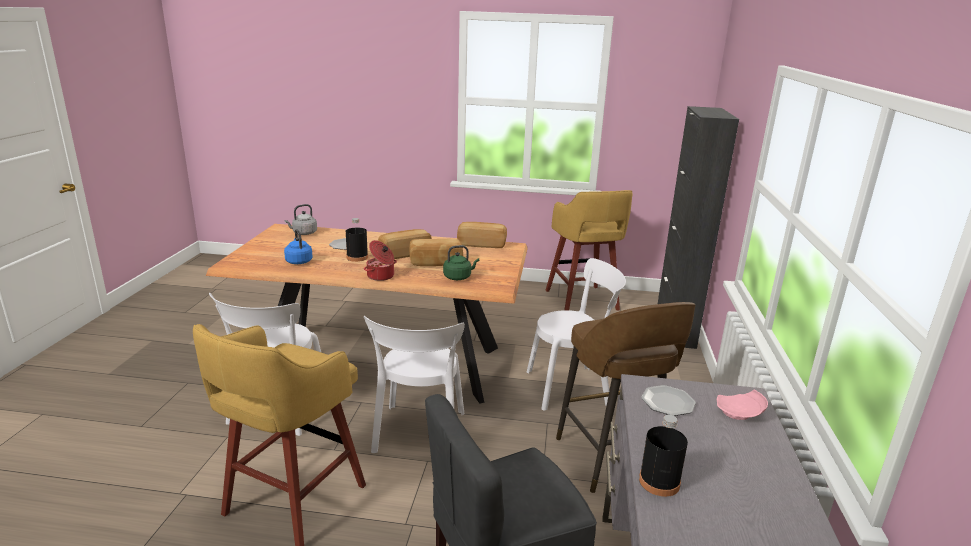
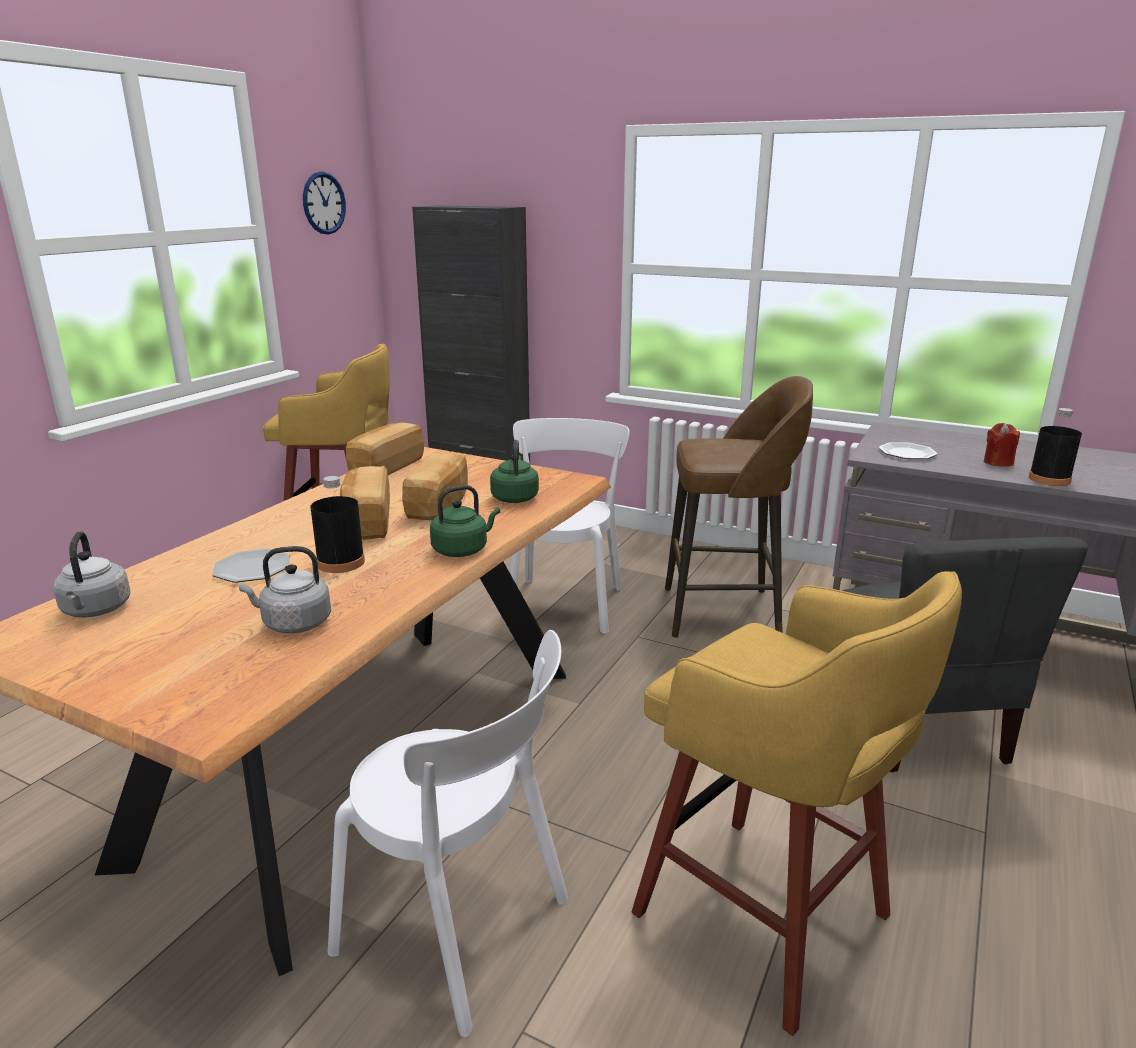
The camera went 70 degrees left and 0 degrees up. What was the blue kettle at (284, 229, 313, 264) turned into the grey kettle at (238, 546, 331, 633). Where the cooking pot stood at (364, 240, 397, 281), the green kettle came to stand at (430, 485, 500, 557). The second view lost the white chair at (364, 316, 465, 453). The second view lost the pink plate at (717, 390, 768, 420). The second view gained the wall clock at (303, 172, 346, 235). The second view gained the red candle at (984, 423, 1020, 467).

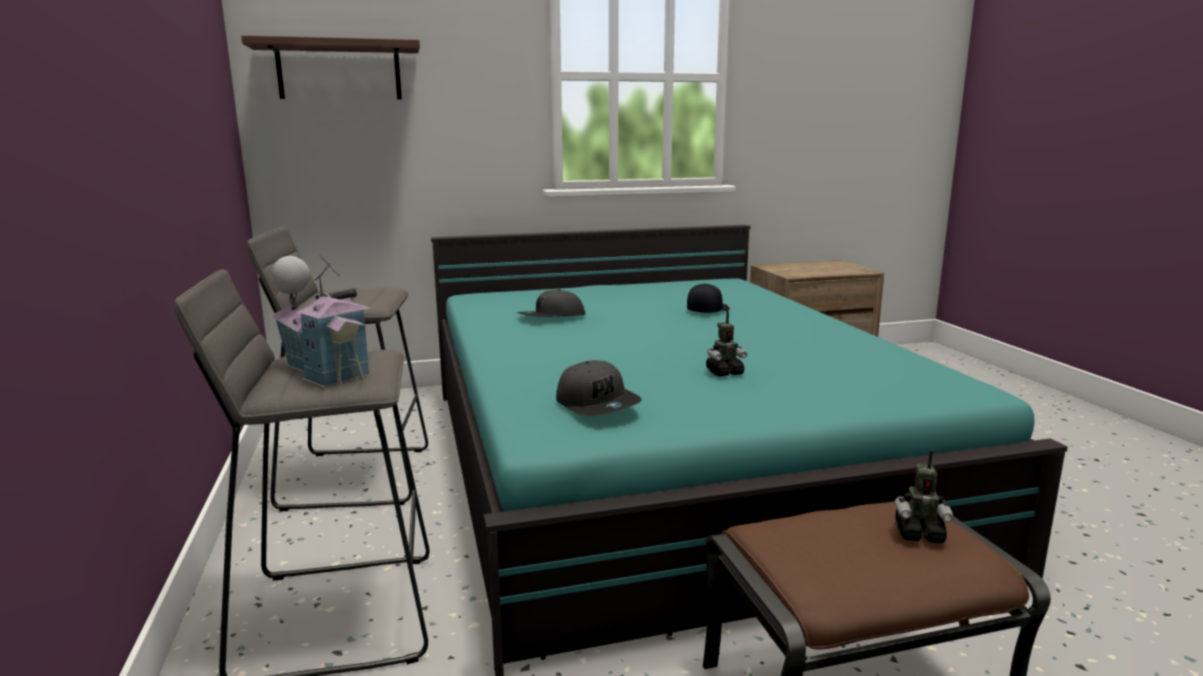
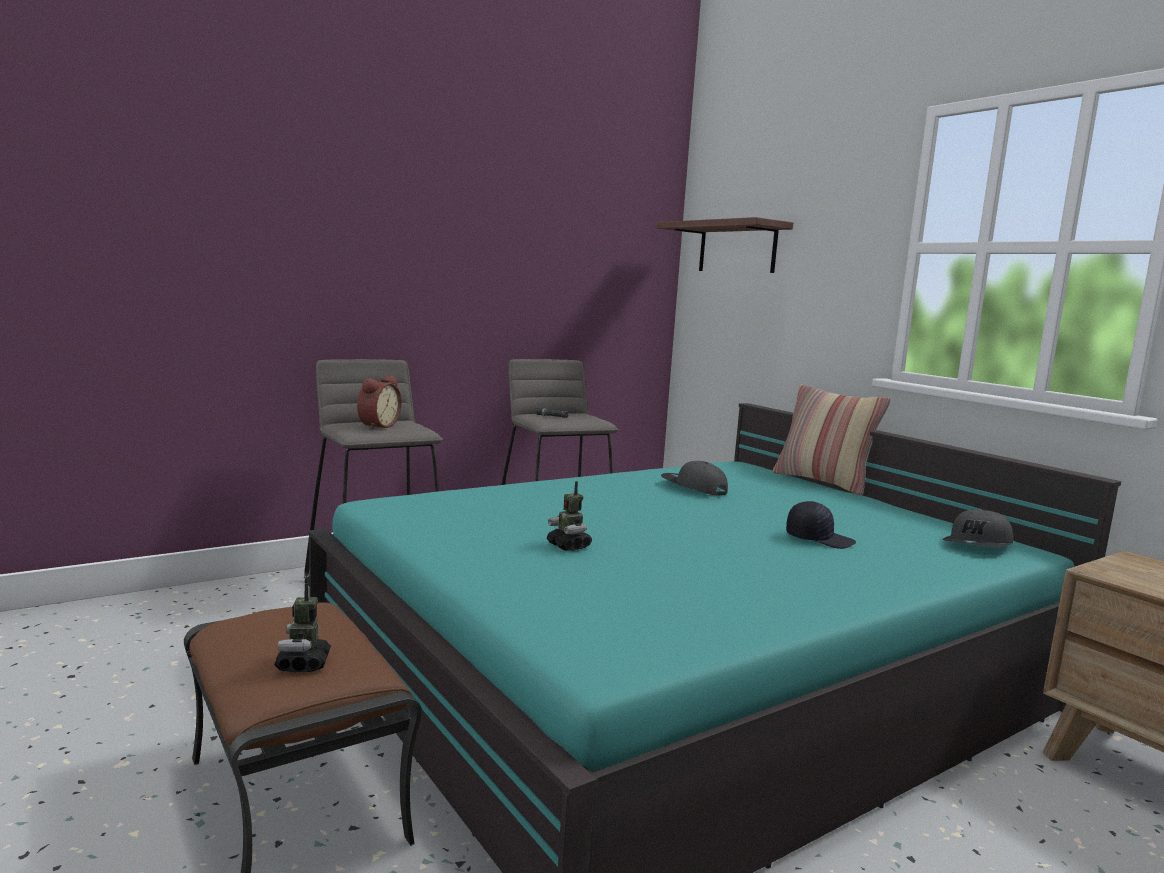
The camera went 70 degrees right and 5 degrees down. Where the toy house stood at (270, 255, 370, 387), the alarm clock came to stand at (357, 376, 402, 430). The grey cap ended up elsewhere, having gone from (556, 360, 642, 416) to (942, 509, 1013, 548). The second view gained the pillow at (773, 385, 891, 495).

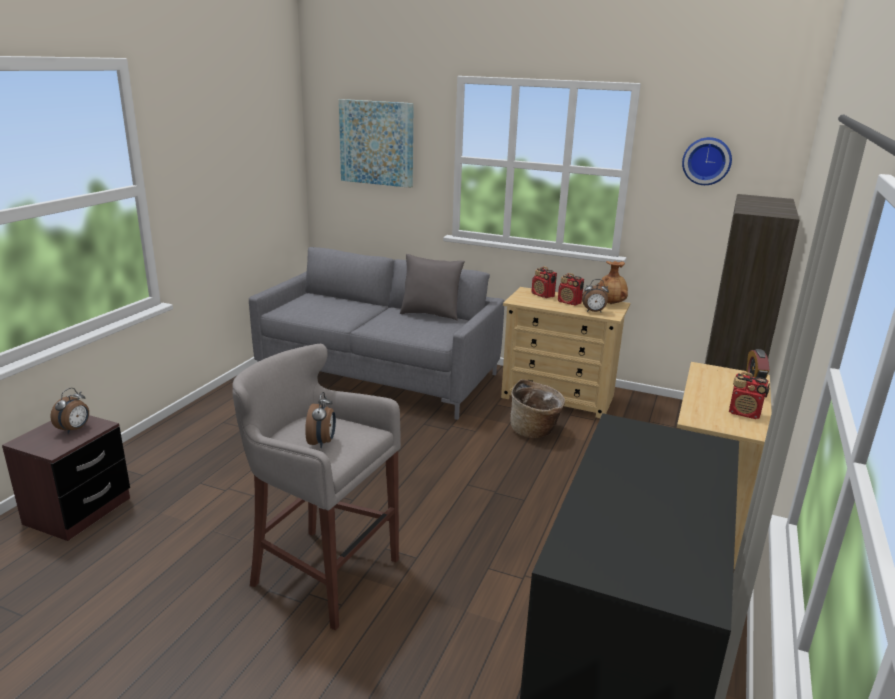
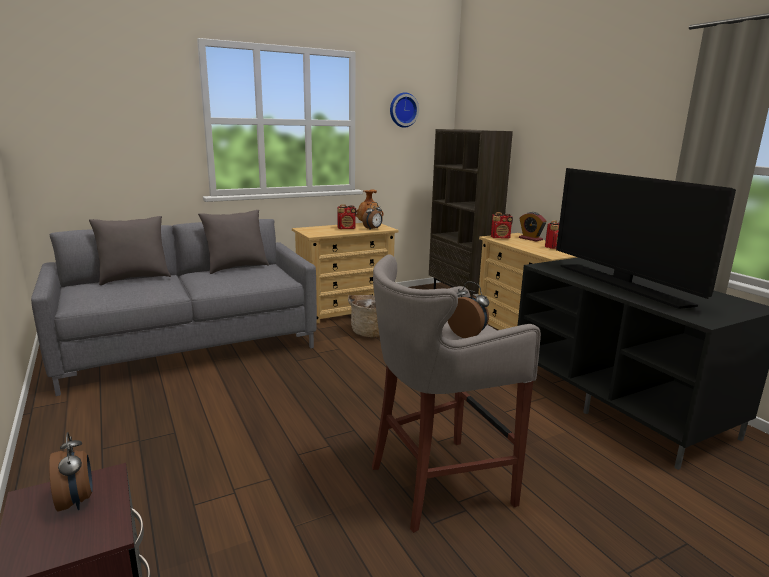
The camera went 50 degrees left and 5 degrees down. The second view lost the picture at (339, 99, 414, 188). The radio ended up elsewhere, having gone from (532, 266, 557, 298) to (491, 212, 513, 239). The second view gained the television at (556, 168, 736, 309). The second view gained the grey pillow at (89, 216, 171, 285).

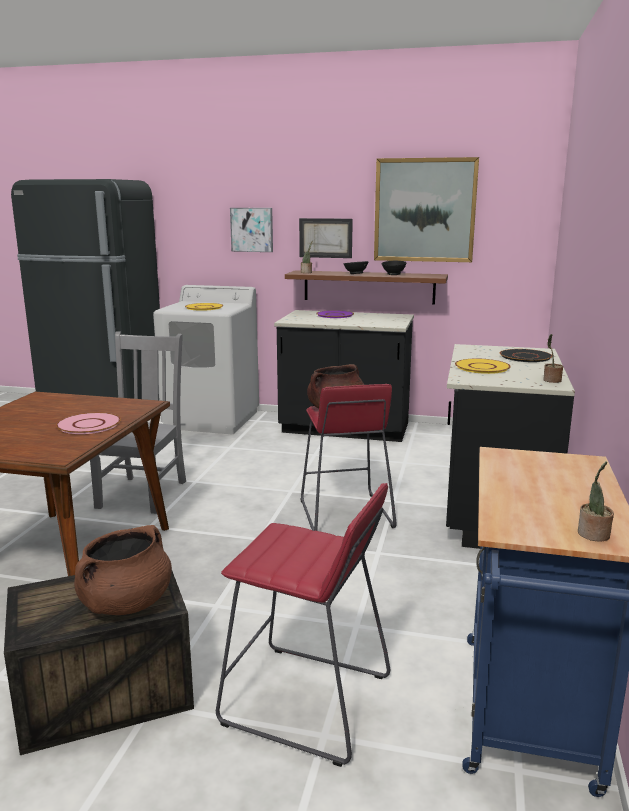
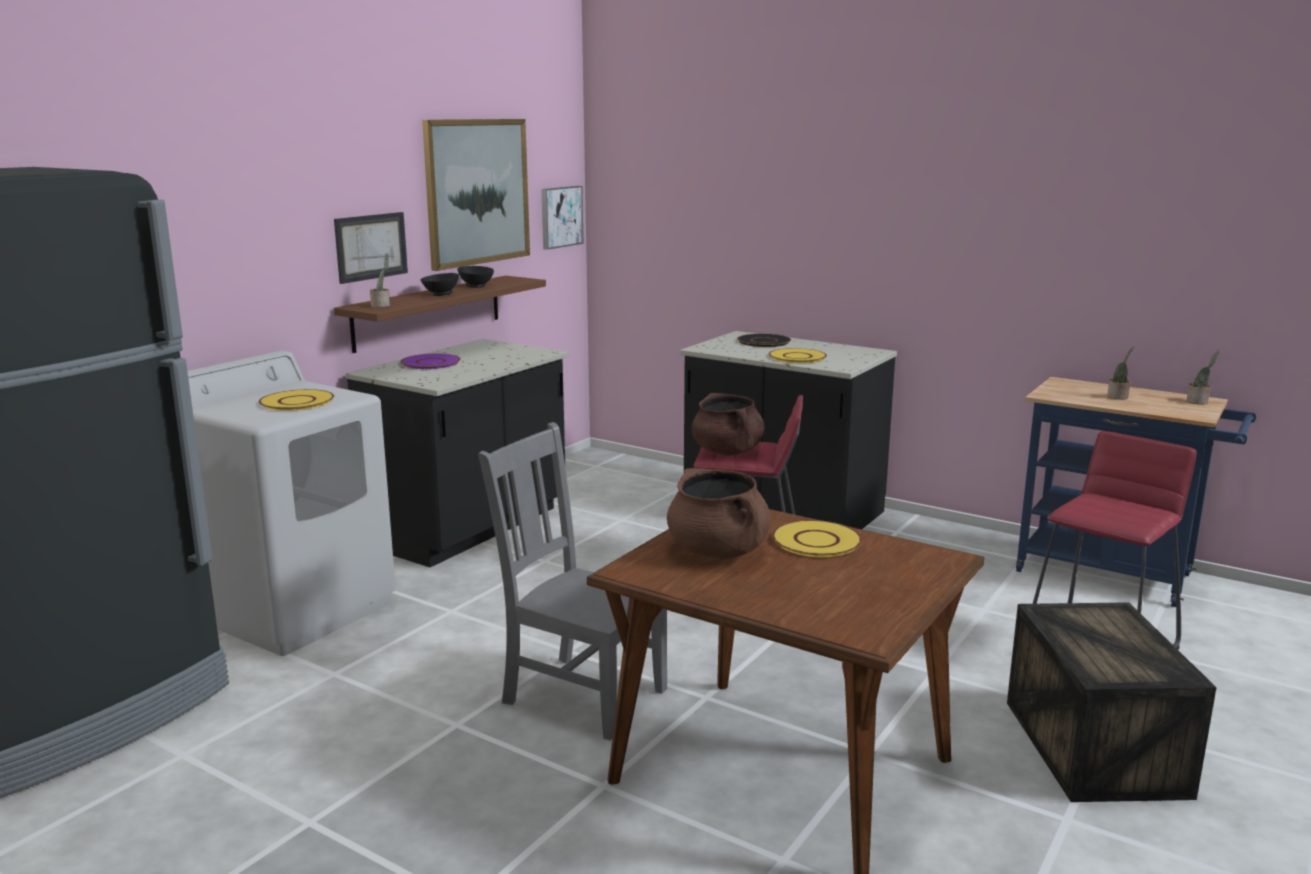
The camera went 70 degrees left and 0 degrees up. The picture ended up elsewhere, having gone from (230, 208, 273, 252) to (541, 186, 584, 250). The potted plant ended up elsewhere, having gone from (543, 334, 563, 383) to (1107, 347, 1134, 400). What was the pink plate at (56, 412, 121, 434) turned into the yellow plate at (772, 520, 862, 557). The brown cooking pot ended up elsewhere, having gone from (74, 525, 172, 615) to (667, 468, 771, 559).

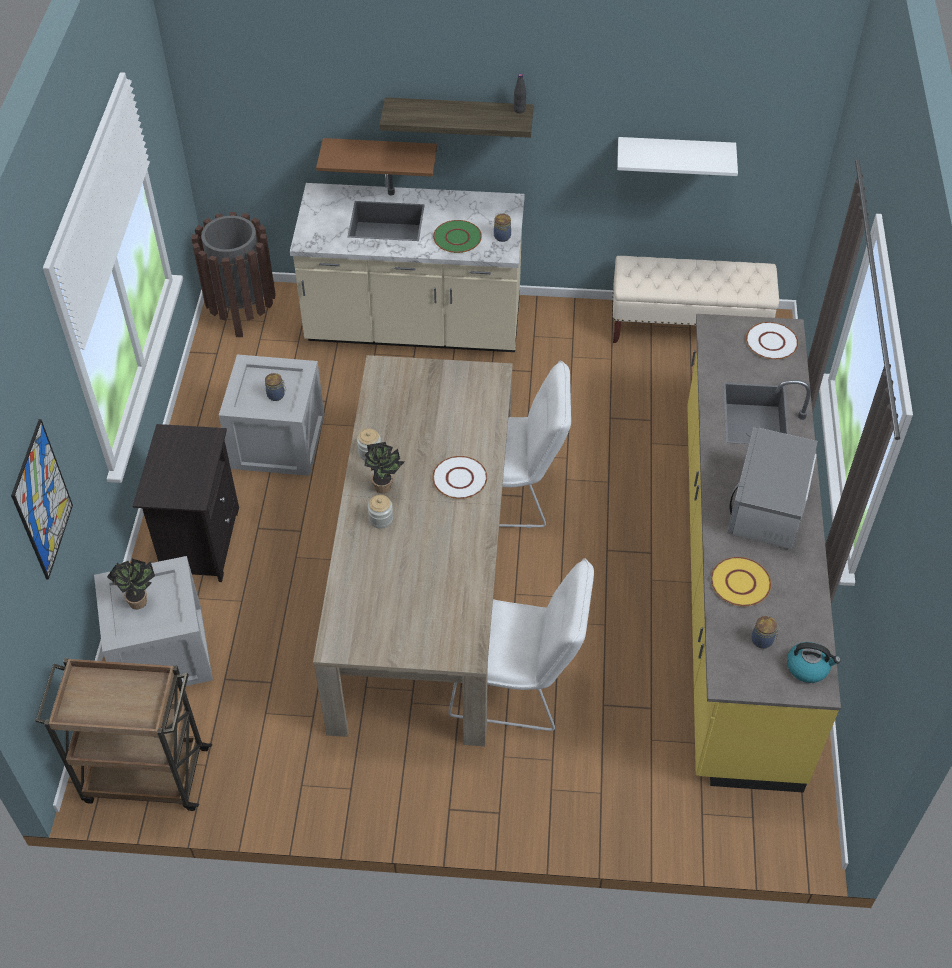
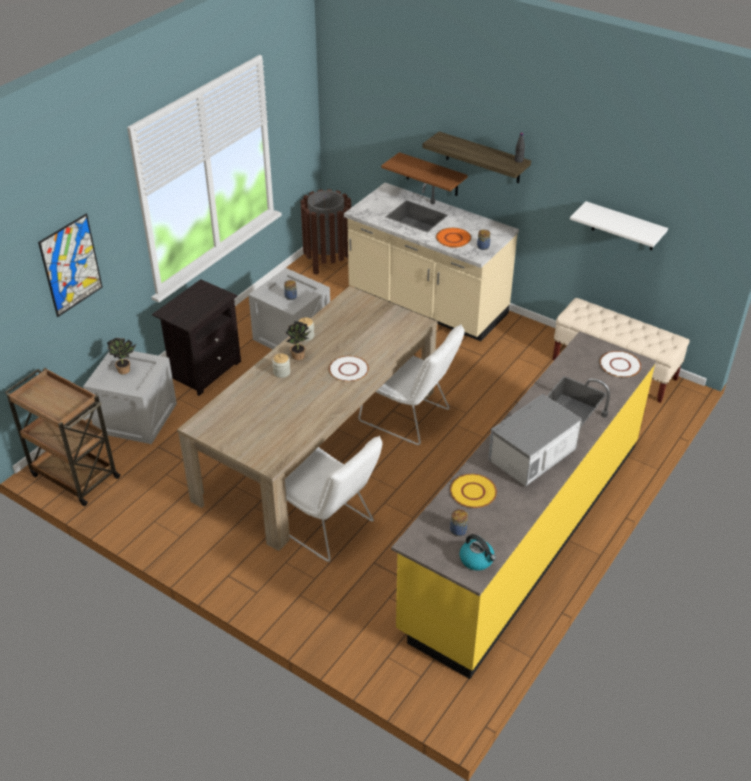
The camera went 30 degrees right and 10 degrees down. What was the green plate at (433, 220, 482, 253) turned into the orange plate at (436, 228, 471, 248).

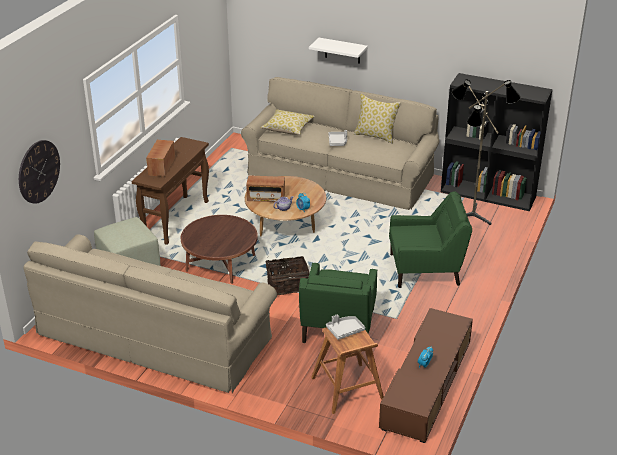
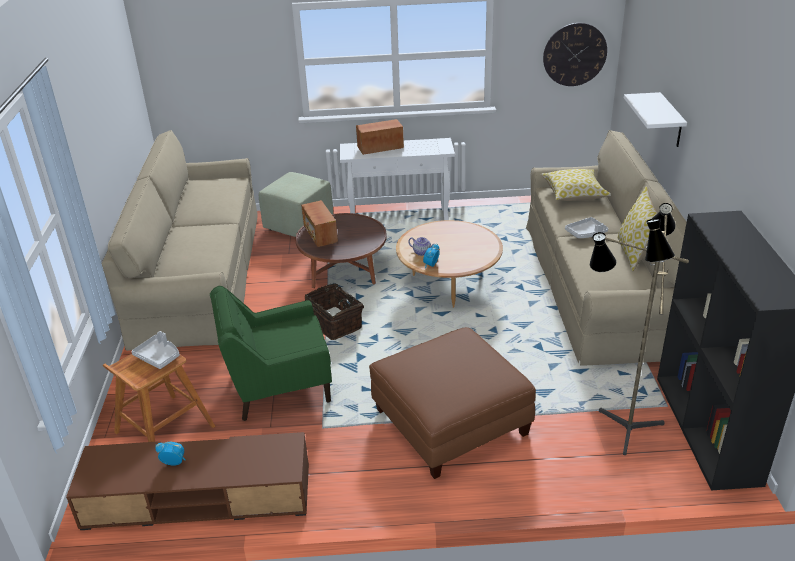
The camera went 65 degrees right and 0 degrees up. What was the brown console table at (132, 137, 209, 245) turned into the white console table at (340, 138, 455, 220). The wall clock ended up elsewhere, having gone from (19, 140, 60, 204) to (543, 23, 607, 86). The radio ended up elsewhere, having gone from (246, 175, 285, 202) to (301, 200, 338, 247). Where the green armchair stood at (389, 191, 472, 288), the brown ottoman came to stand at (369, 327, 536, 479).

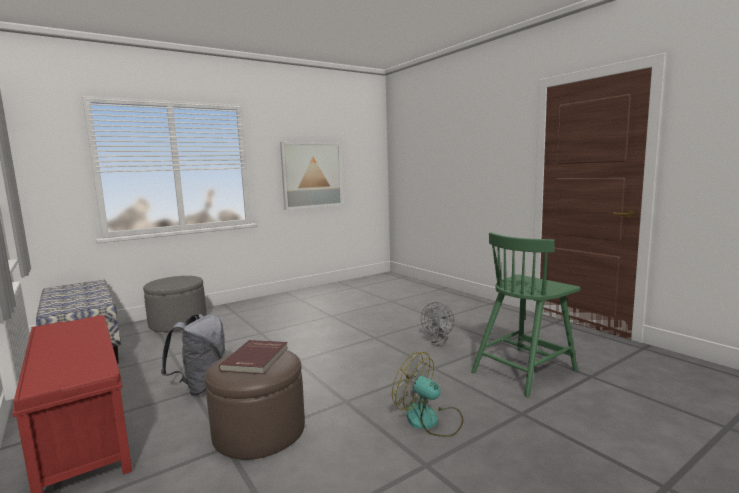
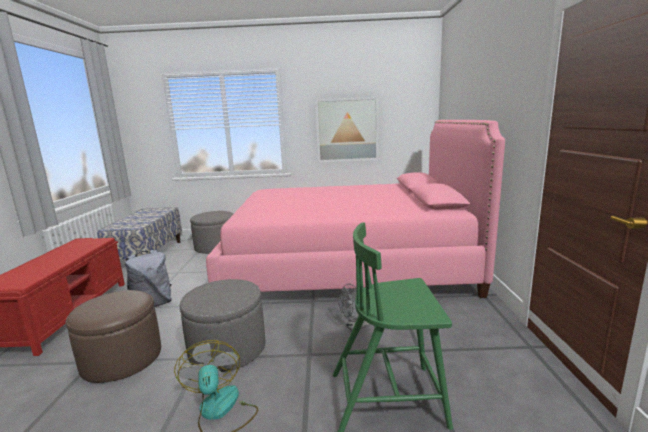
The camera went 35 degrees right and 5 degrees up. The second view lost the red book at (219, 340, 288, 374). The second view gained the pink bed at (206, 120, 505, 298). The second view gained the grey ottoman at (180, 279, 266, 372).

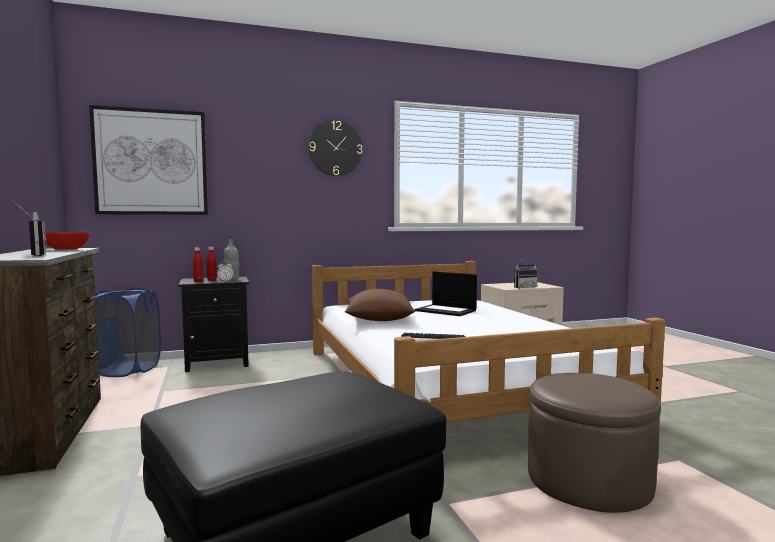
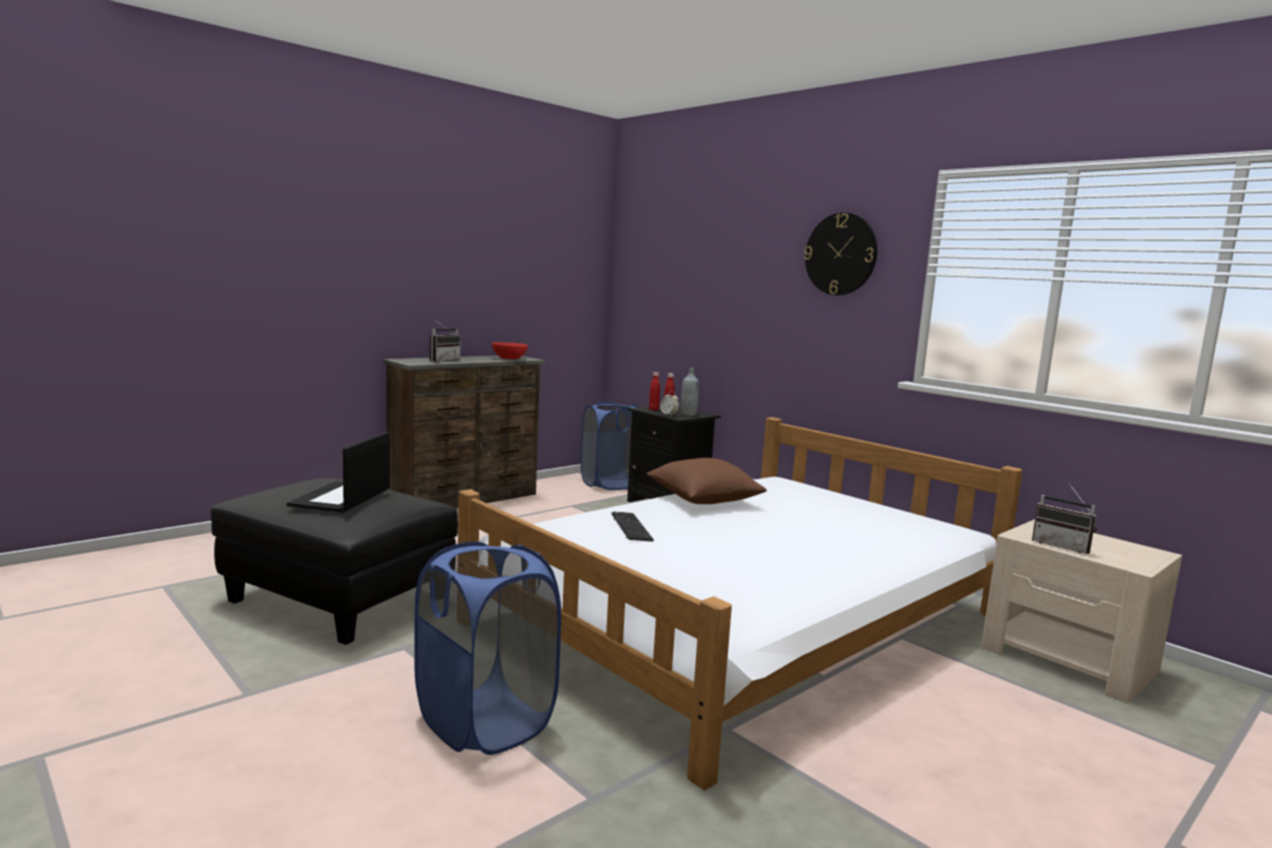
The camera went 65 degrees right and 5 degrees up. The second view lost the picture at (89, 105, 208, 215). The laptop ended up elsewhere, having gone from (415, 272, 477, 316) to (287, 432, 390, 513). Where the brown ottoman stood at (528, 373, 661, 513), the blue laundry basket came to stand at (414, 542, 561, 755).

